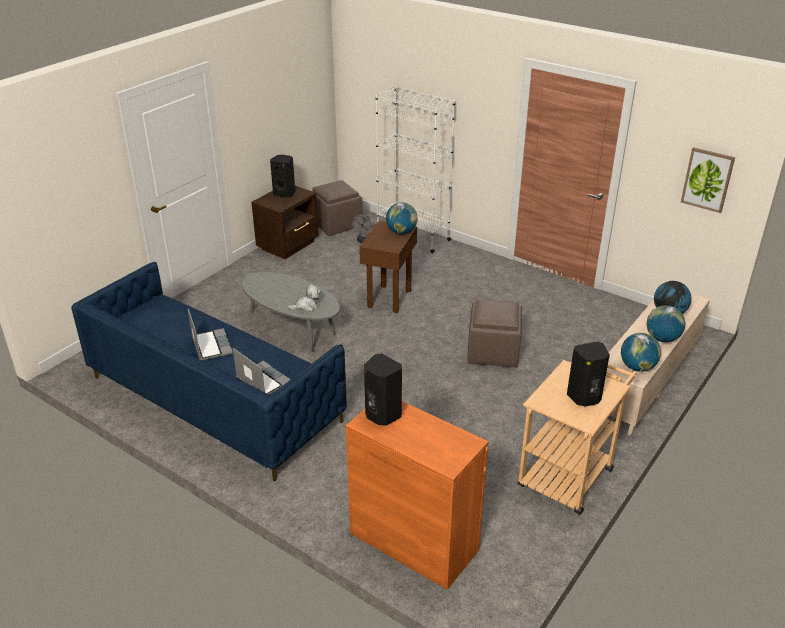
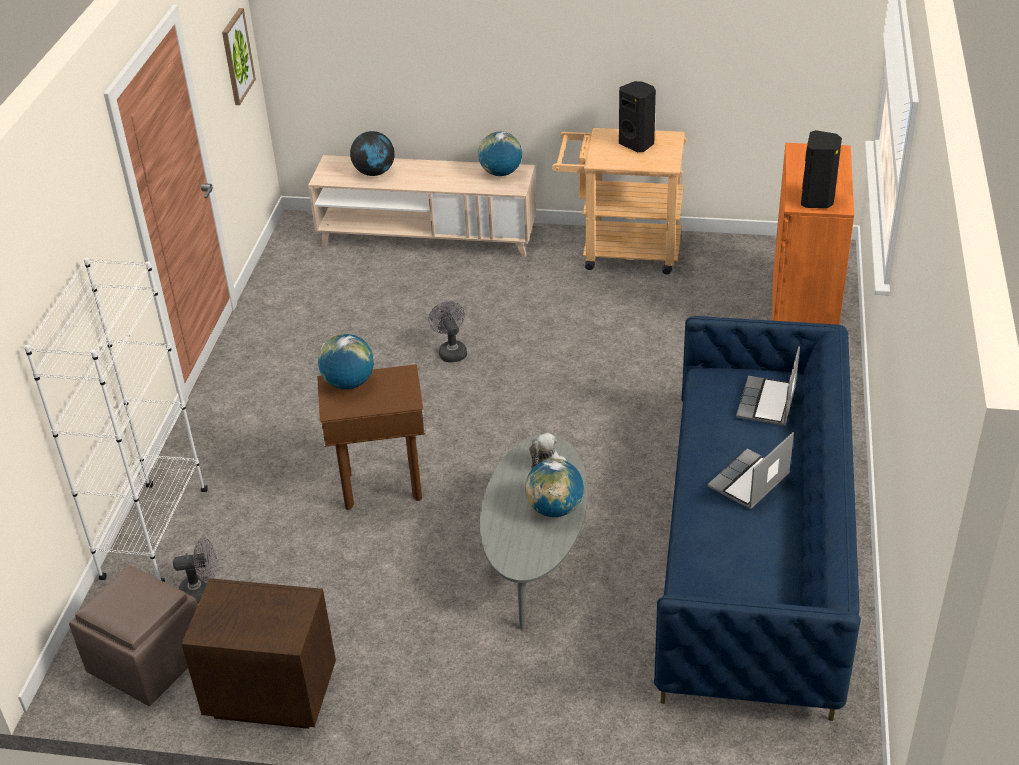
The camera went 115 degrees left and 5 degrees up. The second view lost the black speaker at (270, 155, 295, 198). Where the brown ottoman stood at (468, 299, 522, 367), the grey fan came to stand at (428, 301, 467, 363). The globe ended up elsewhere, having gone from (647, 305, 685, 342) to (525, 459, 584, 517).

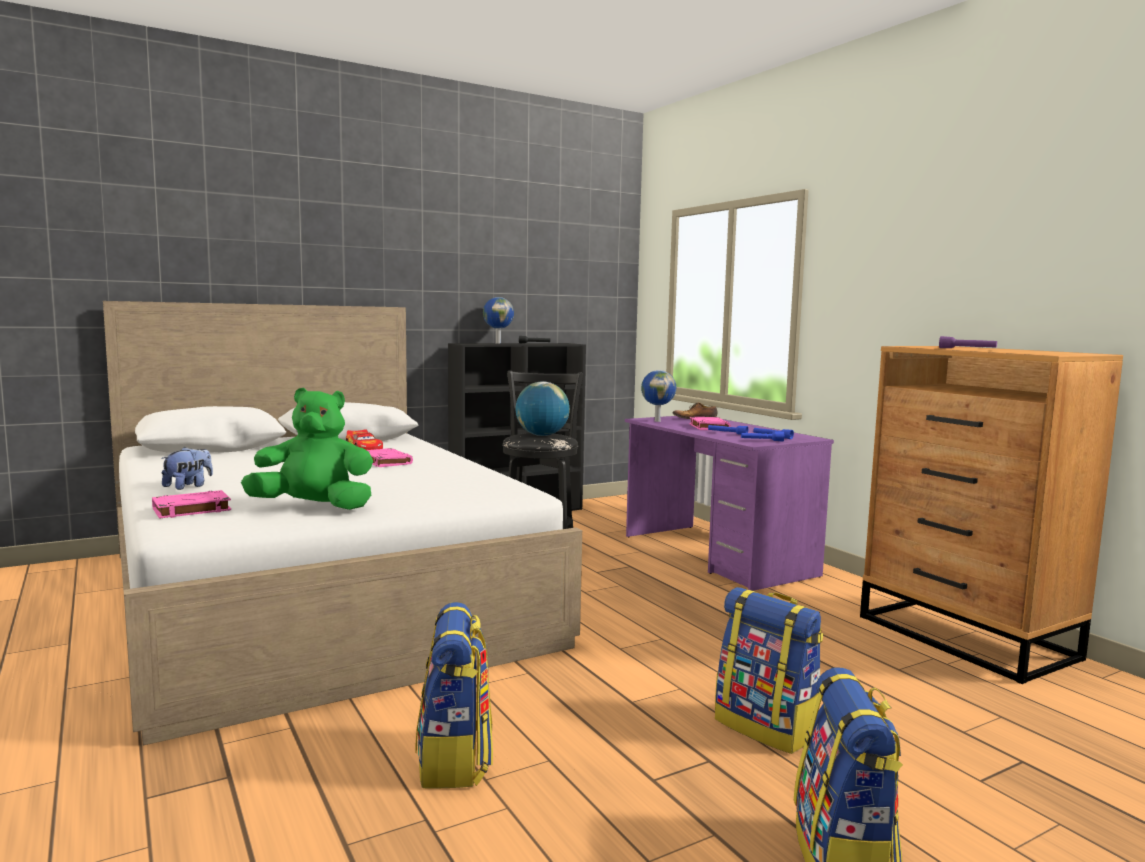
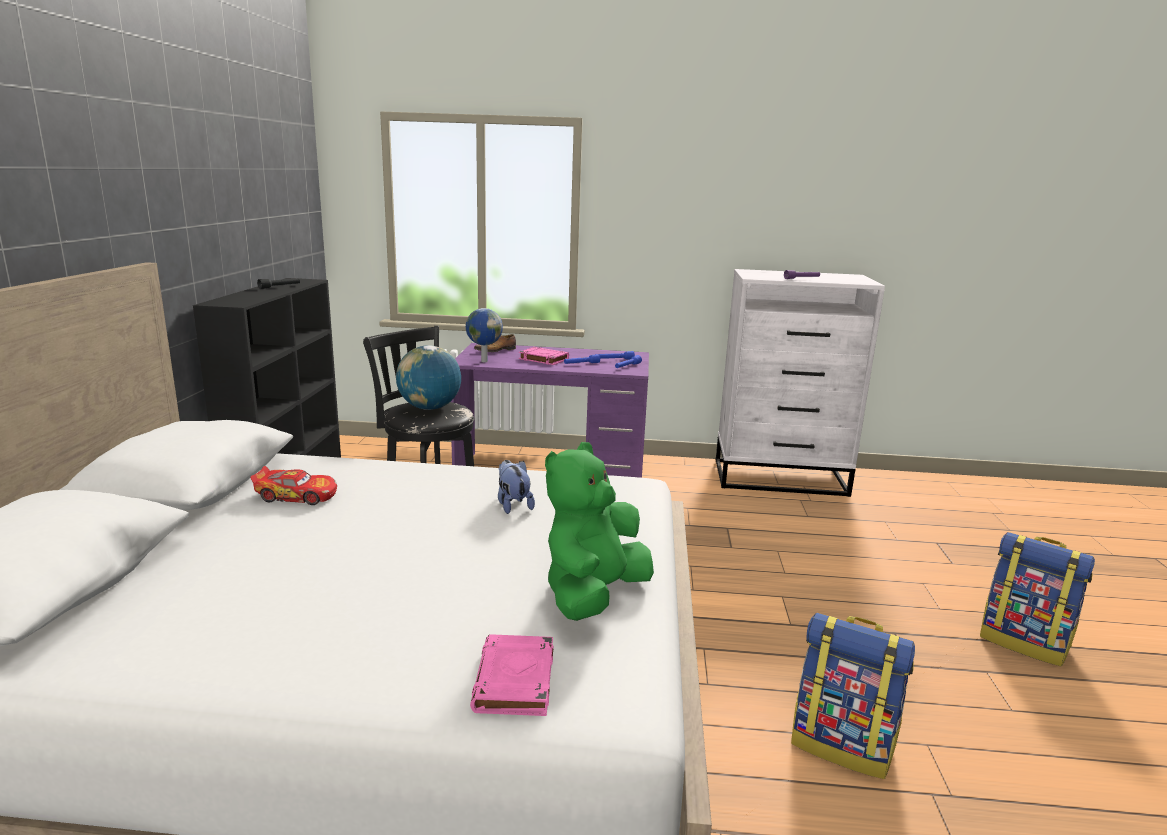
The camera went 55 degrees left and 10 degrees up. The second view lost the globe at (483, 297, 514, 344). What was the brown dresser at (860, 346, 1123, 684) turned into the white dresser at (715, 269, 885, 497). The plush toy ended up elsewhere, having gone from (161, 447, 213, 490) to (498, 460, 535, 514). The second view lost the pink book at (367, 448, 413, 467). The second view lost the backpack at (715, 587, 824, 754).

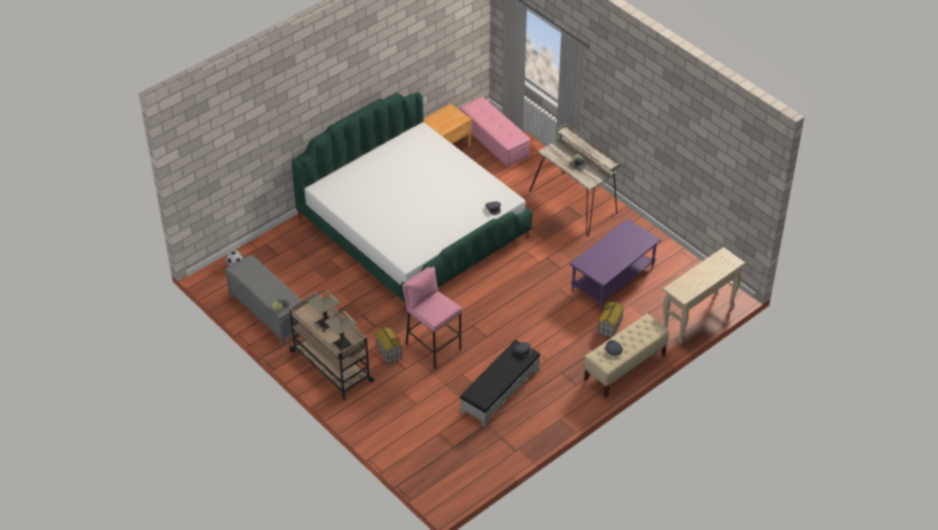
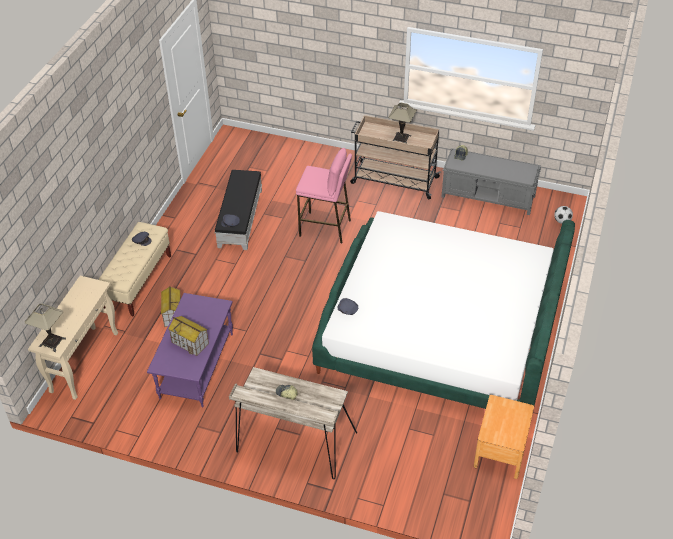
The camera went 150 degrees right and 0 degrees up. The second view lost the pink ottoman at (460, 97, 530, 168). The table lamp ended up elsewhere, having gone from (325, 311, 357, 353) to (25, 303, 66, 352). The toy house ended up elsewhere, having gone from (375, 326, 402, 364) to (168, 316, 209, 356).

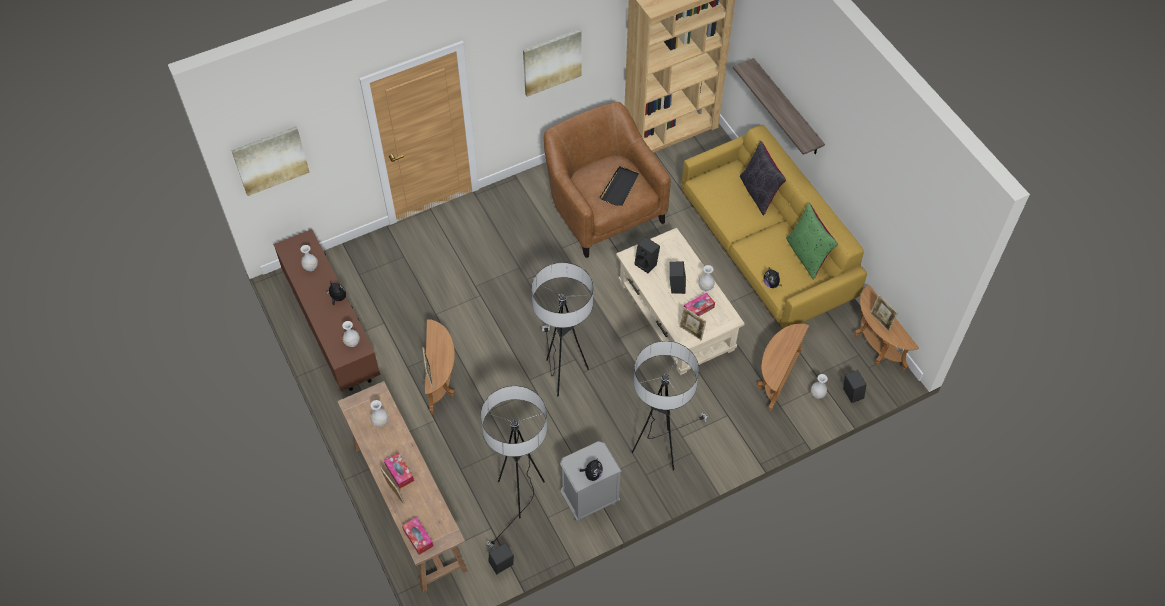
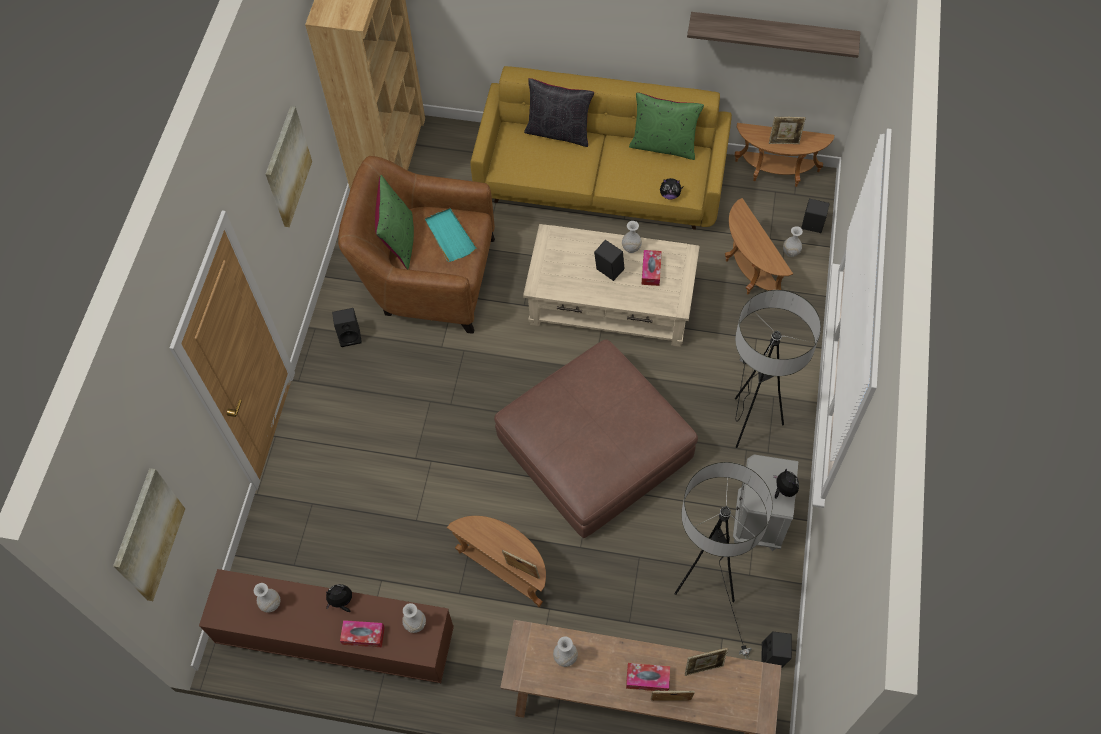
The camera went 50 degrees left and 5 degrees up. The shelf ended up elsewhere, having gone from (733, 58, 825, 155) to (687, 12, 861, 58). What was the black tray at (600, 166, 639, 206) turned into the turquoise tray at (425, 208, 477, 262). The black speaker ended up elsewhere, having gone from (634, 237, 660, 273) to (332, 308, 362, 347). Where the floor lamp stood at (532, 262, 593, 396), the brown ottoman came to stand at (494, 339, 698, 538). The picture frame ended up elsewhere, having gone from (679, 307, 706, 340) to (685, 648, 728, 676). The tissue box ended up elsewhere, having gone from (402, 517, 433, 555) to (340, 620, 385, 647). The second view gained the green pillow at (375, 175, 414, 269).

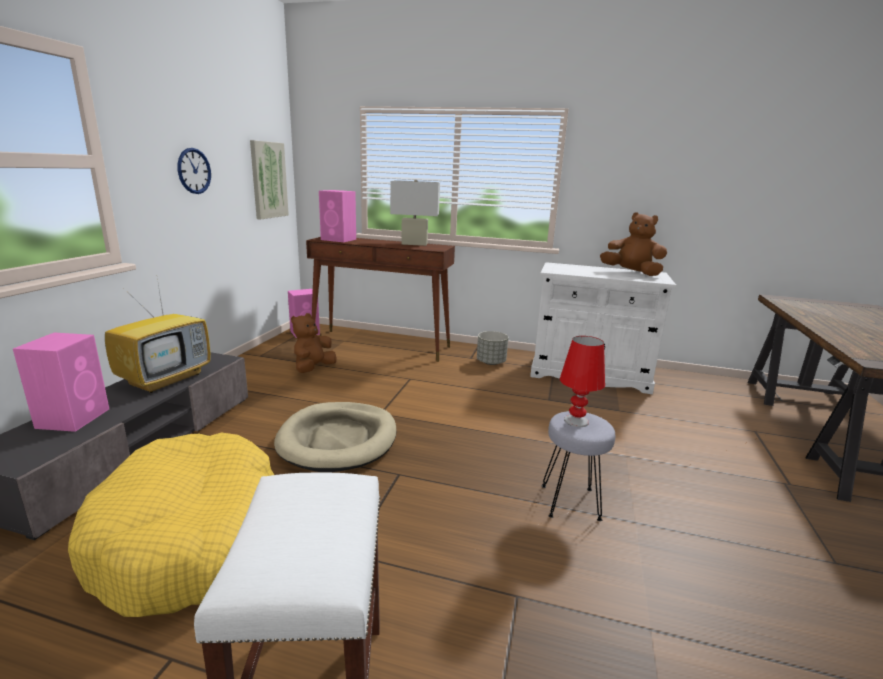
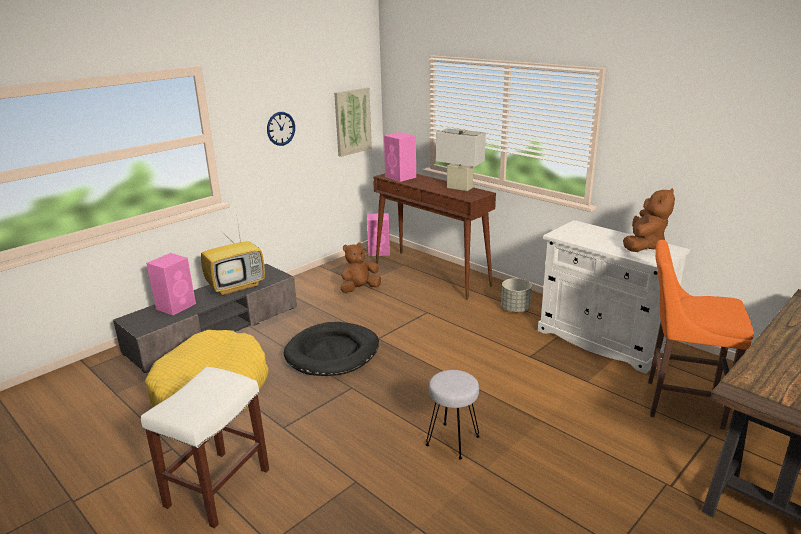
The camera went 30 degrees right and 5 degrees up. The brown plush toy at (600, 212, 667, 276) ended up facing another way, 60 degrees clockwise from before. The second view lost the red table lamp at (560, 336, 605, 427). What was the beige dog bed at (274, 402, 396, 472) turned into the black dog bed at (284, 322, 379, 376). The second view gained the orange stool at (648, 240, 754, 430).

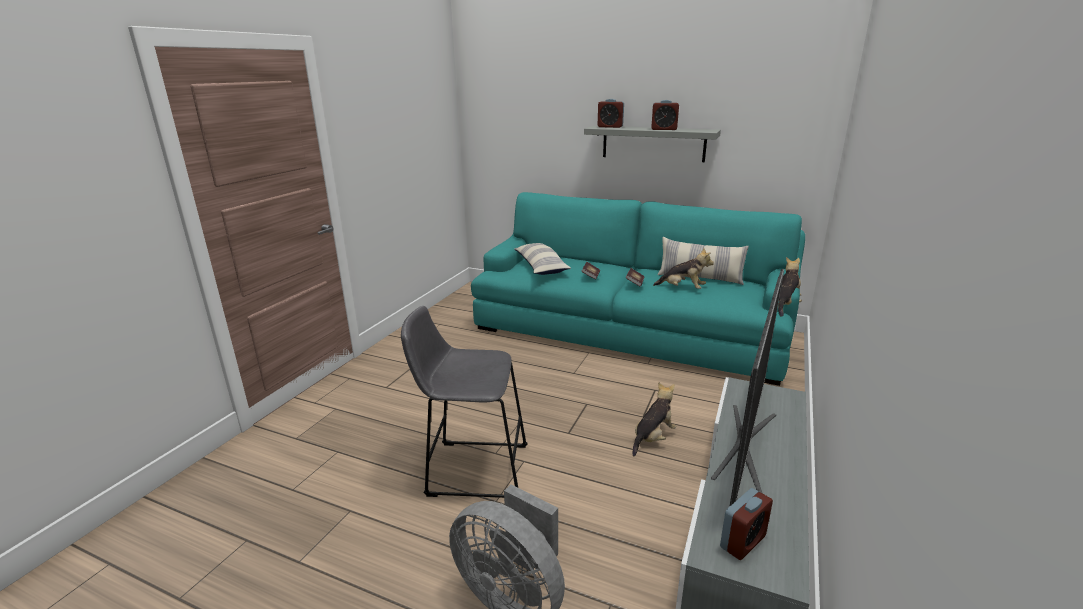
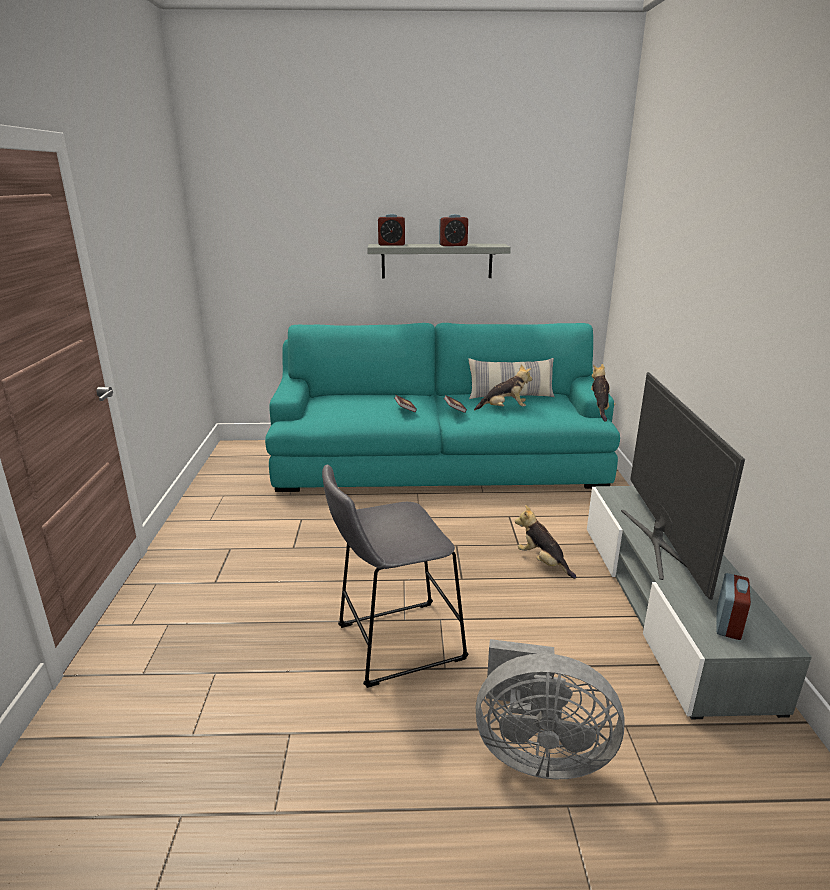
The camera went 25 degrees left and 0 degrees up. The second view lost the pillow at (514, 243, 571, 275). The plush toy at (632, 382, 676, 456) ended up facing another way, 60 degrees counterclockwise from before.

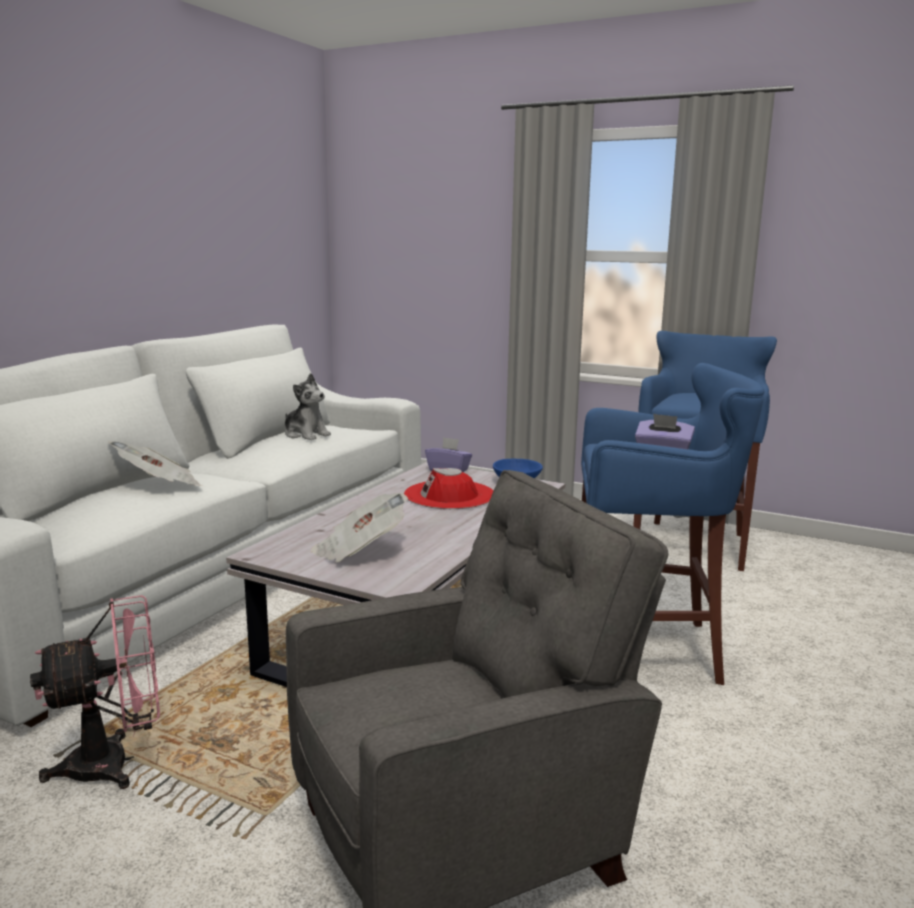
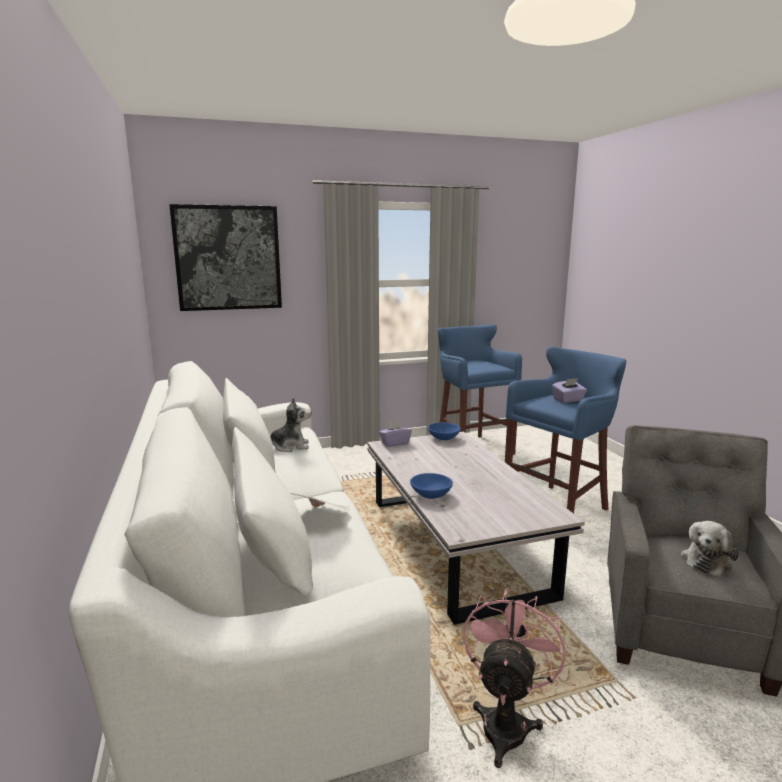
The camera went 45 degrees left and 0 degrees up. The second view lost the red hat at (404, 468, 494, 509). The second view lost the newspaper at (311, 493, 408, 563). The second view gained the picture at (169, 204, 282, 311). The second view gained the blue bowl at (410, 473, 453, 499). The second view gained the plush toy at (681, 521, 739, 577).

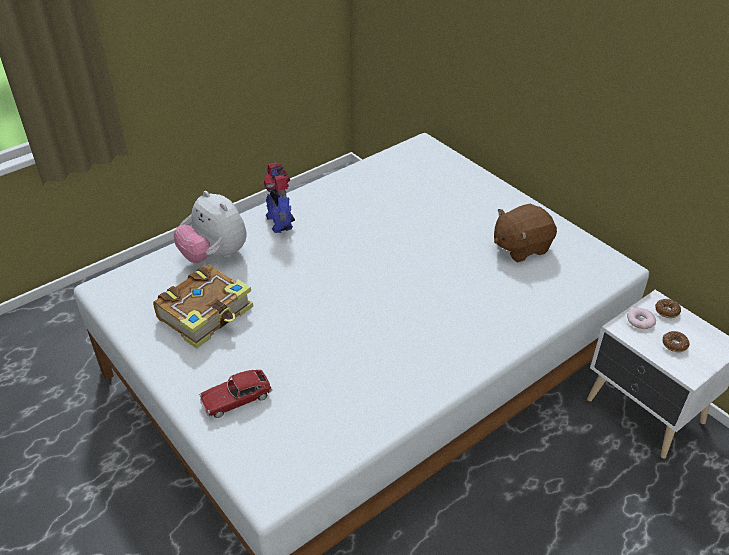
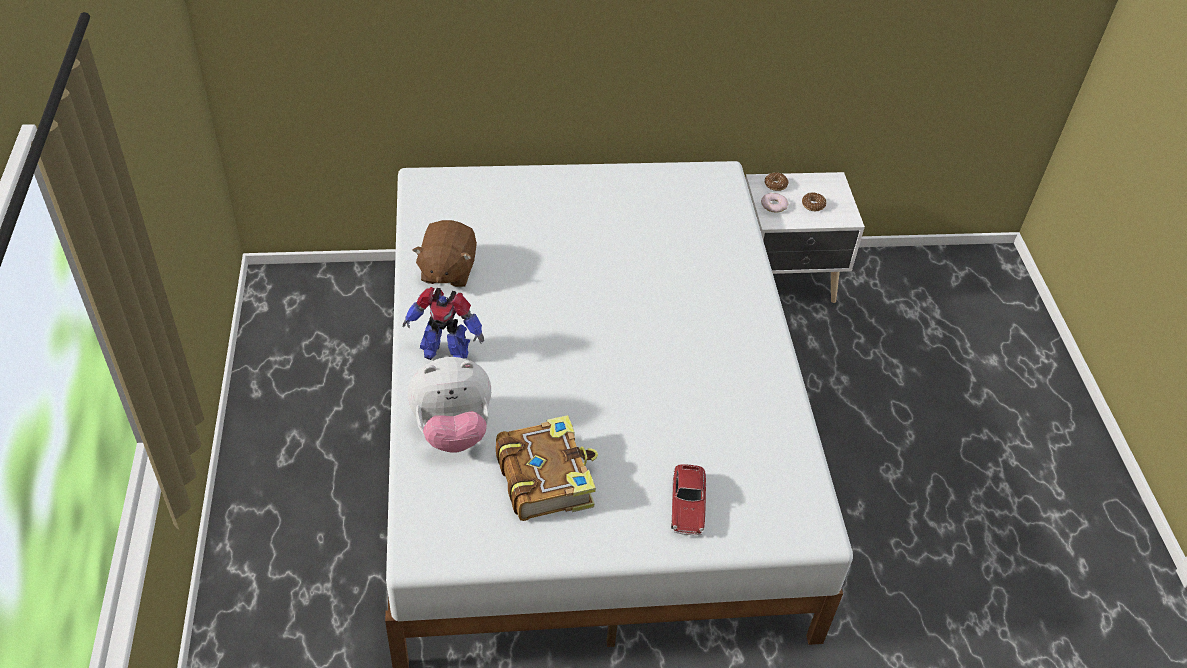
The camera went 60 degrees left and 5 degrees up. The brown plush toy ended up elsewhere, having gone from (494, 204, 557, 262) to (412, 220, 477, 288).

